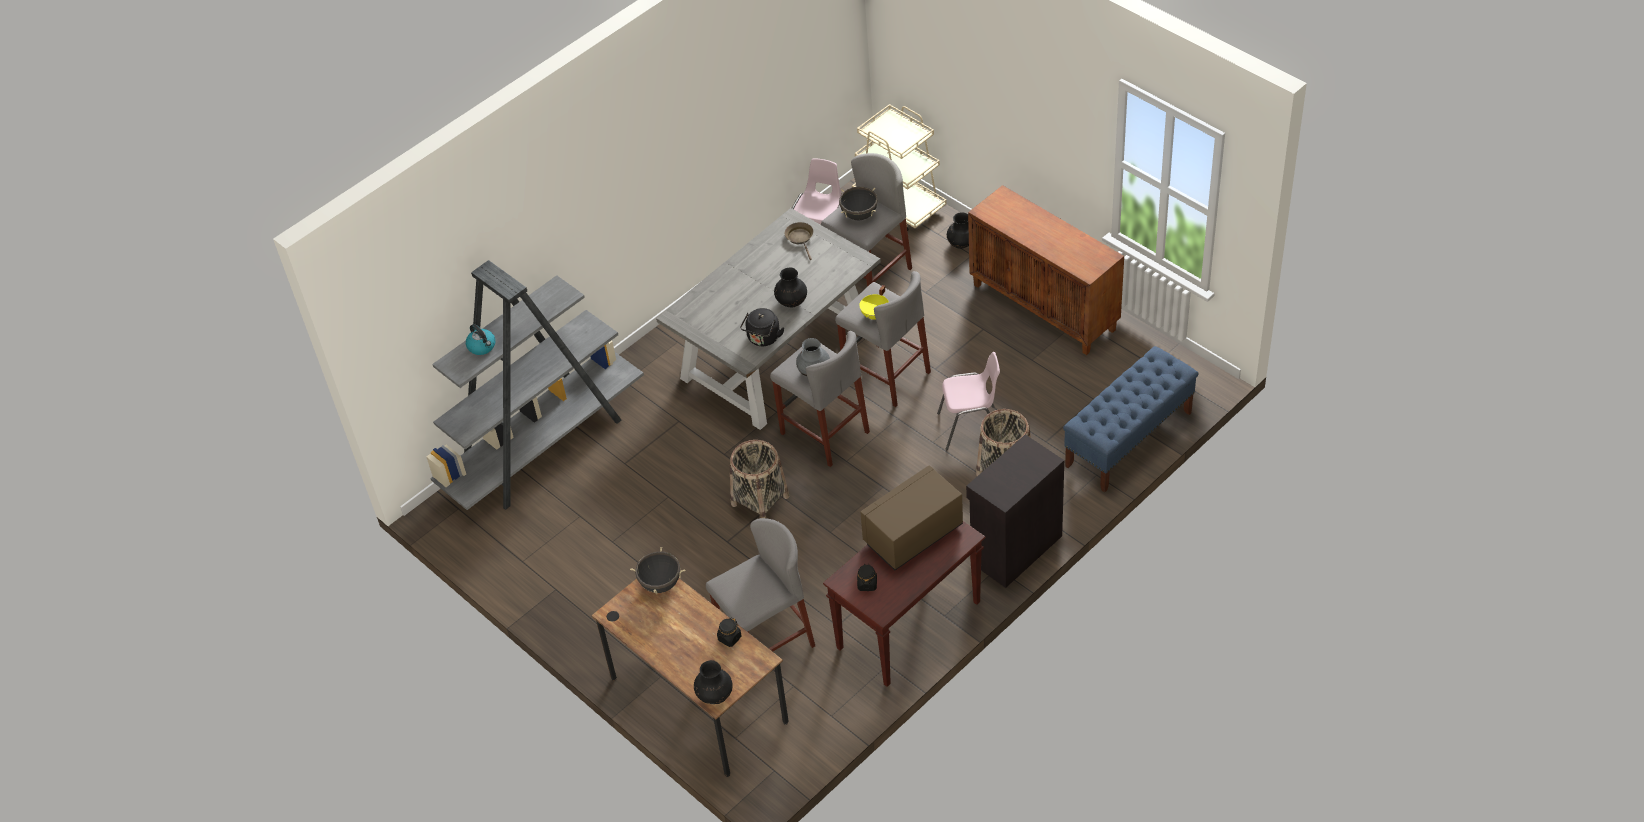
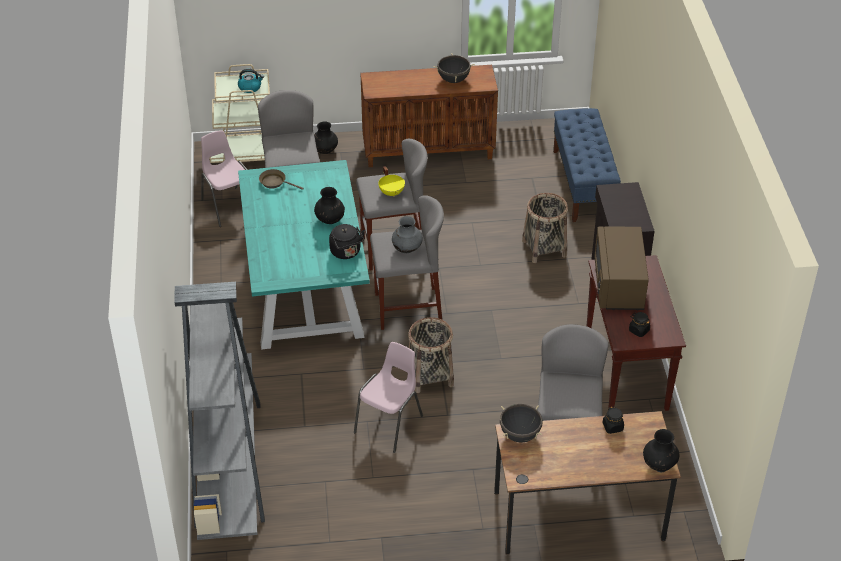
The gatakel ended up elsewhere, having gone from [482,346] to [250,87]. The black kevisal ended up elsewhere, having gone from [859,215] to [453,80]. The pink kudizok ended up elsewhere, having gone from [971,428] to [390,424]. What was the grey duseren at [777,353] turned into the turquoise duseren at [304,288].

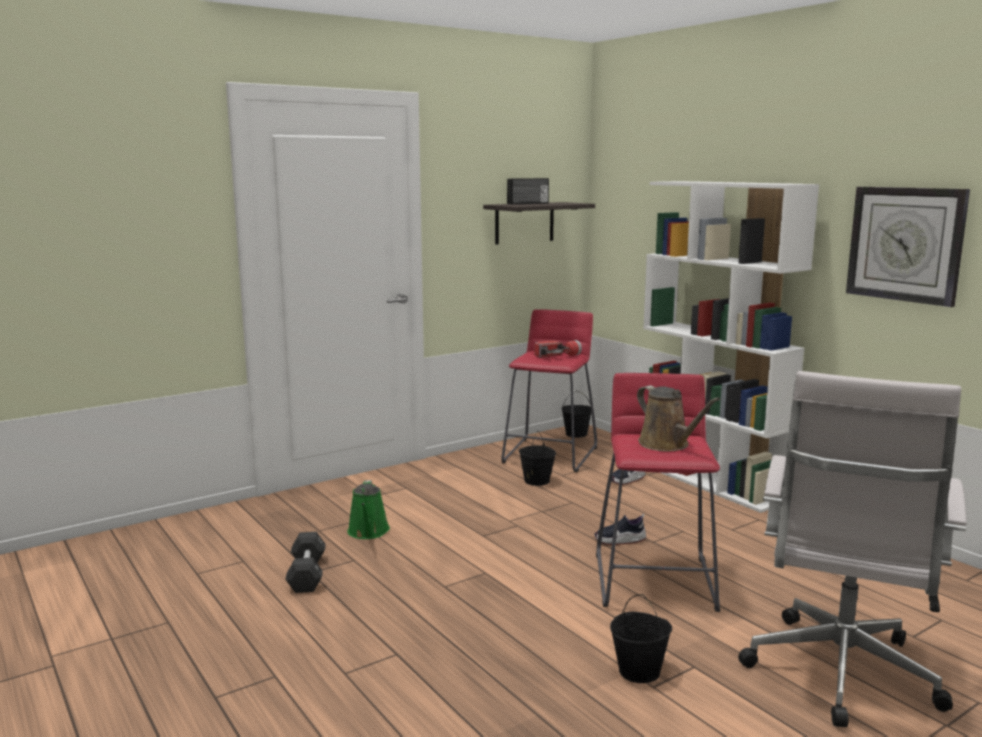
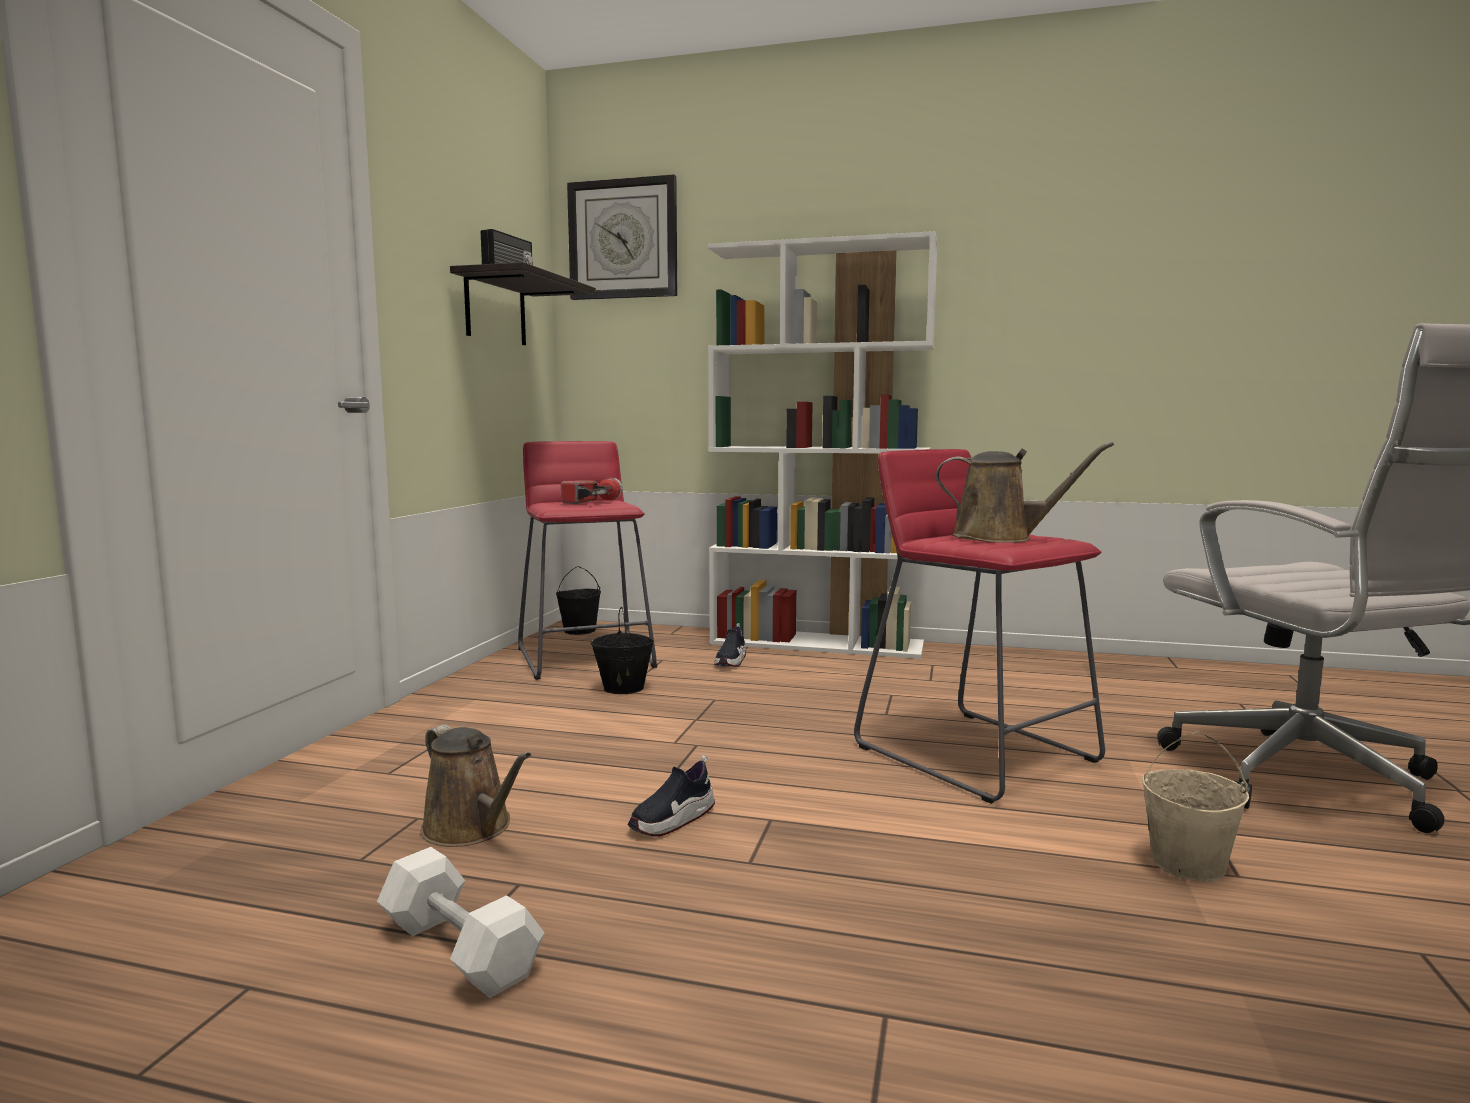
The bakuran ended up elsewhere, having gone from [620,540] to [672,820]. The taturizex ended up elsewhere, having gone from [905,244] to [623,239]. What was the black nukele at [307,574] turned into the white nukele at [459,949]. What was the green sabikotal at [368,532] turned into the brown sabikotal at [471,829]. What was the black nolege at [640,671] turned into the beige nolege at [1188,864].

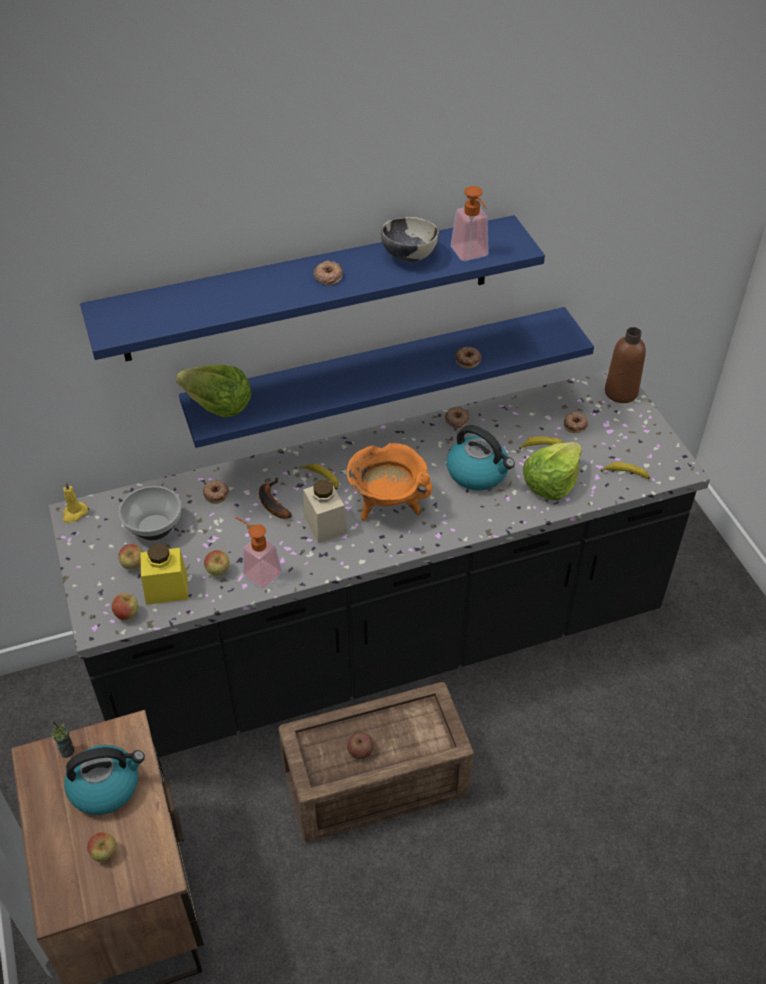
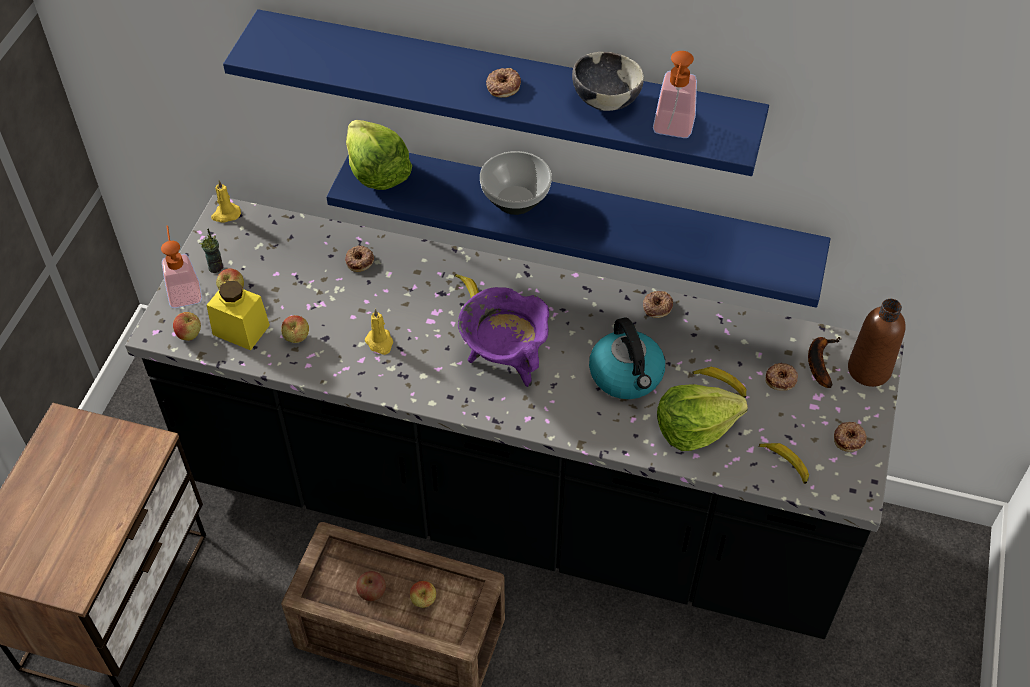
The second view lost the gatakel at [106,786]. The second view lost the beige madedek at [325,524]. The second view gained the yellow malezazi at [380,343]. The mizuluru ended up elsewhere, having gone from [67,750] to [216,267]. The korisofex ended up elsewhere, having gone from [104,854] to [423,601]. The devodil ended up elsewhere, having gone from [154,527] to [516,200]. The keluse ended up elsewhere, having gone from [257,571] to [184,290]. The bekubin ended up elsewhere, having gone from [271,502] to [819,361]. The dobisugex ended up elsewhere, having gone from [468,359] to [849,439]. What was the orange kevisal at [388,506] turned into the purple kevisal at [505,361].

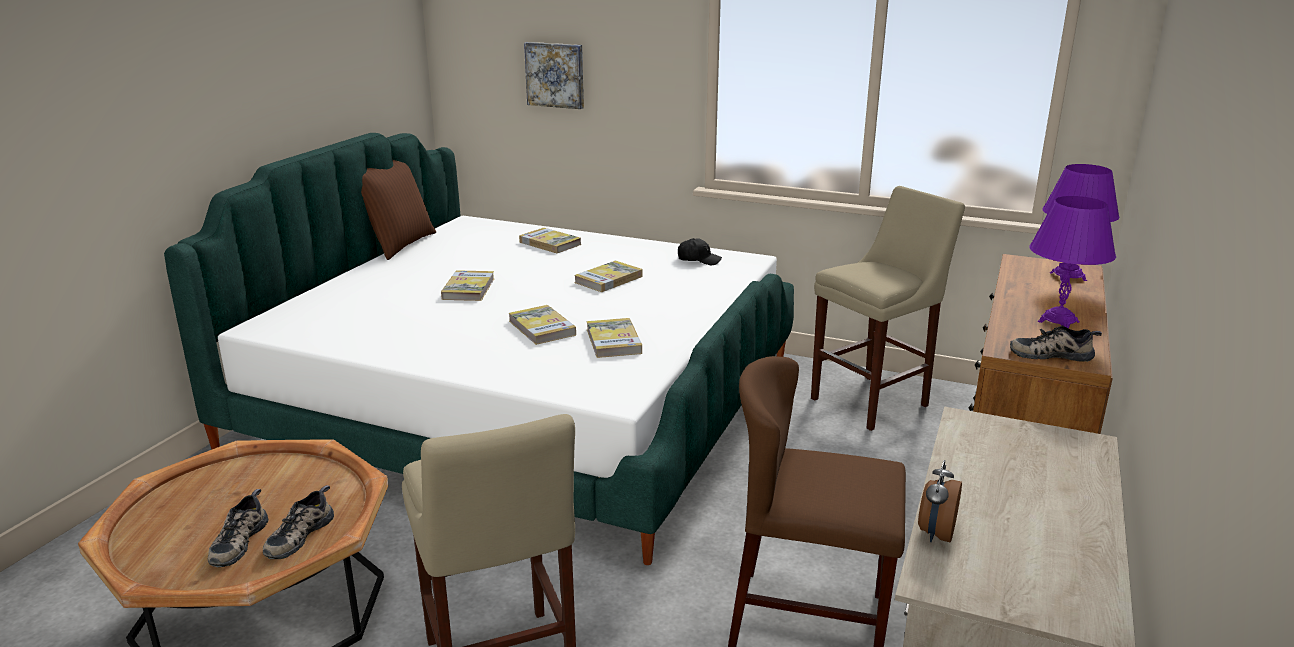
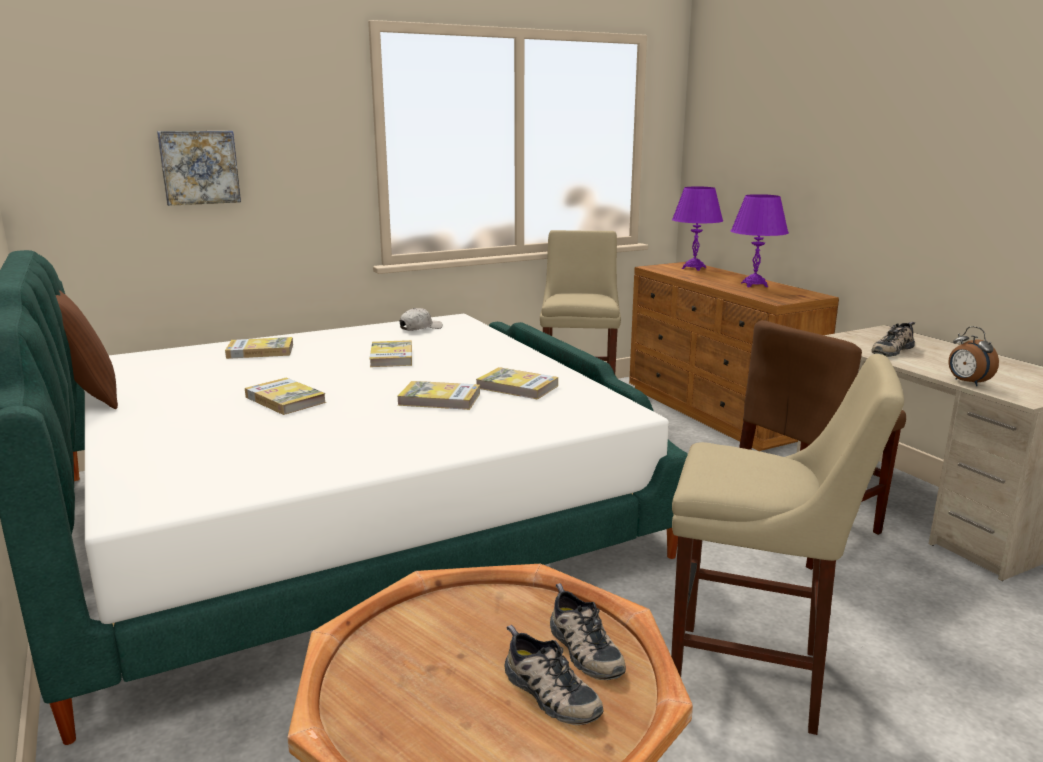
The bakuran ended up elsewhere, having gone from [1051,354] to [891,349]. What was the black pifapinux at [698,259] turned into the white pifapinux at [420,328].

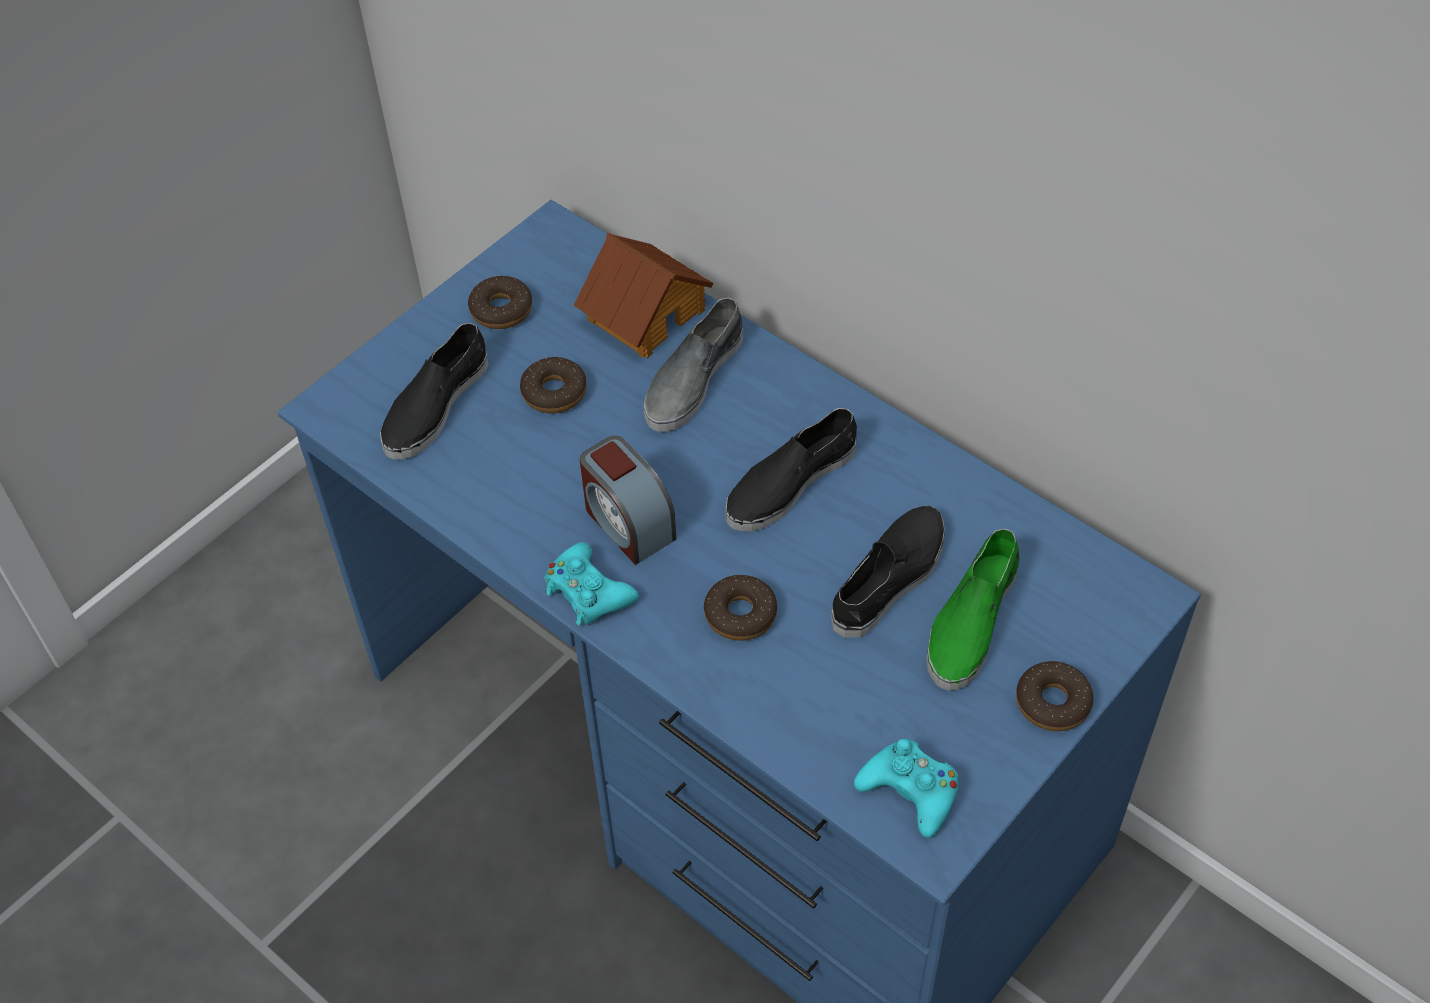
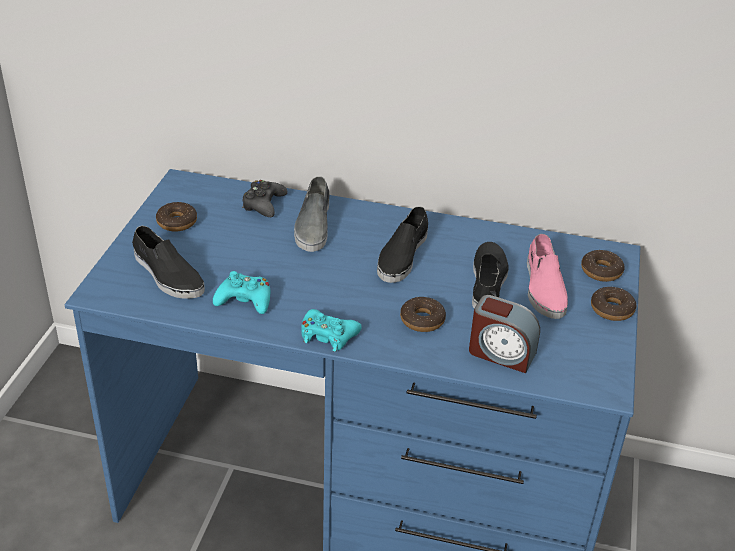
The dobisugex ended up elsewhere, having gone from [554,392] to [601,271]. The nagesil ended up elsewhere, having gone from [627,523] to [501,353]. The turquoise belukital ended up elsewhere, having gone from [910,791] to [245,300]. Where the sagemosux stood at [644,313], the black belukital came to stand at [263,204]. What was the green bakuran at [971,621] turned into the pink bakuran at [543,288]. The black bakuran at [435,405] ended up facing another way, 45 degrees counterclockwise from before.

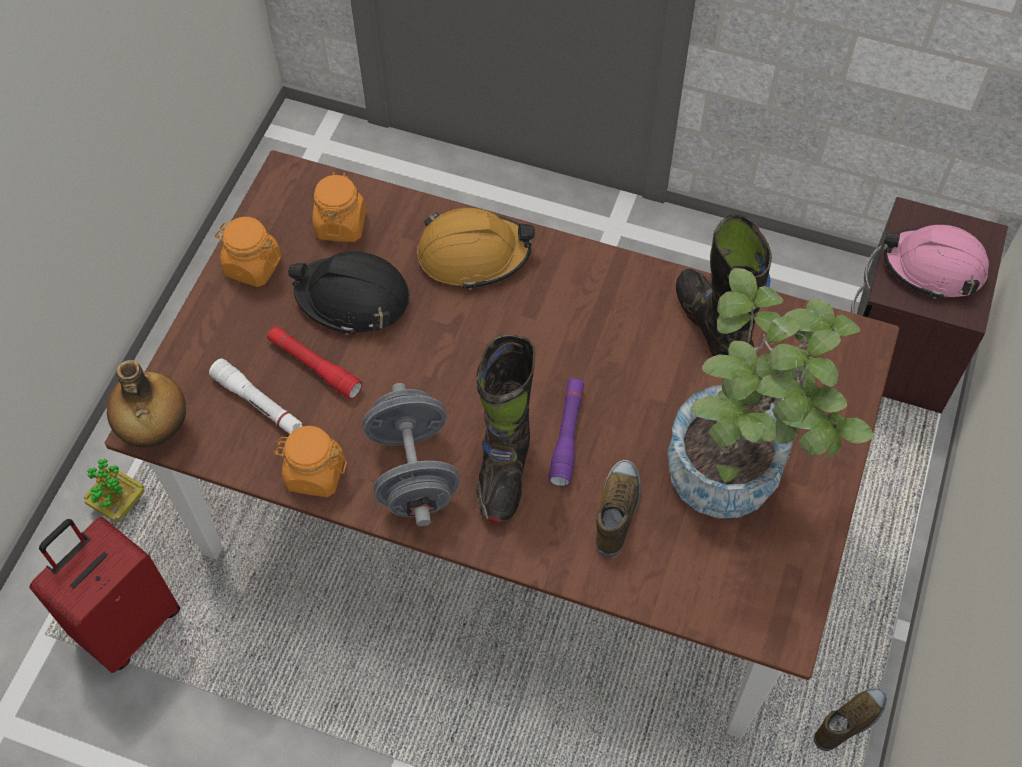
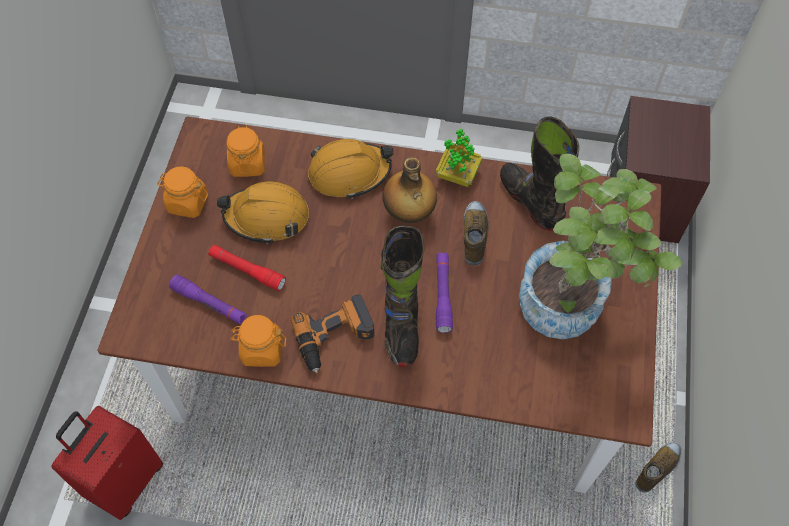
The second view lost the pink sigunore at [933,267]. The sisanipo ended up elsewhere, having gone from [119,502] to [458,174]. The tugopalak ended up elsewhere, having gone from [155,431] to [408,214]. The bakuran ended up elsewhere, having gone from [617,511] to [475,236]. Where the grey nukele stood at [413,471], the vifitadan came to stand at [335,338]. What was the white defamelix at [258,403] turned into the purple defamelix at [209,304]. What was the black sigunore at [353,299] turned into the orange sigunore at [267,217].

